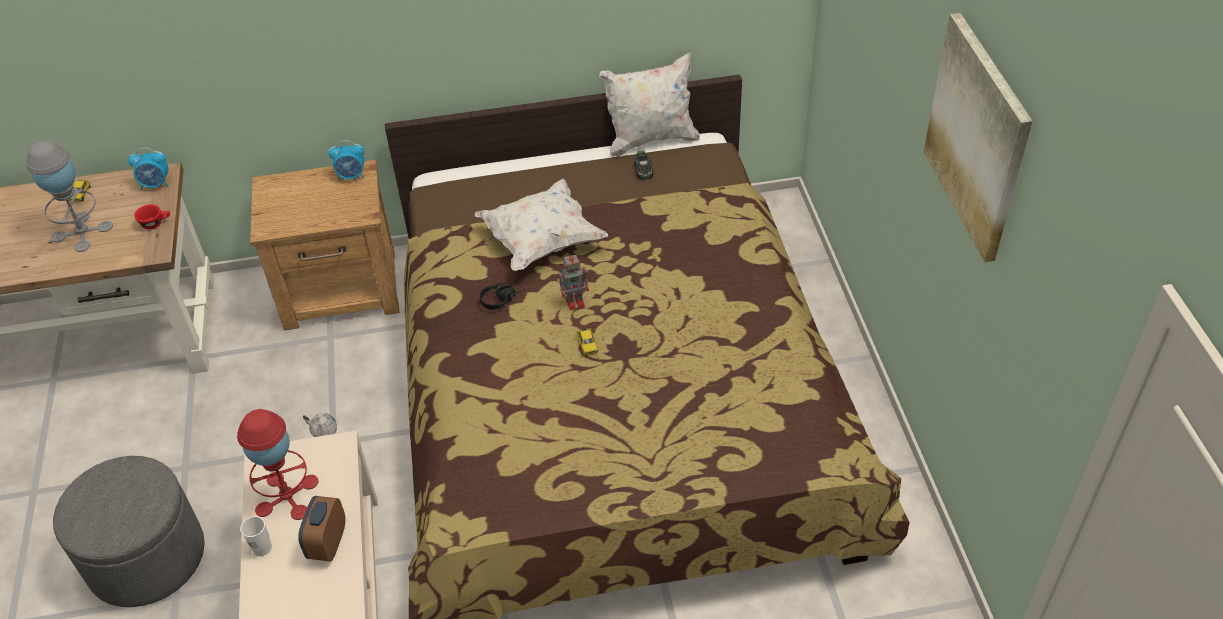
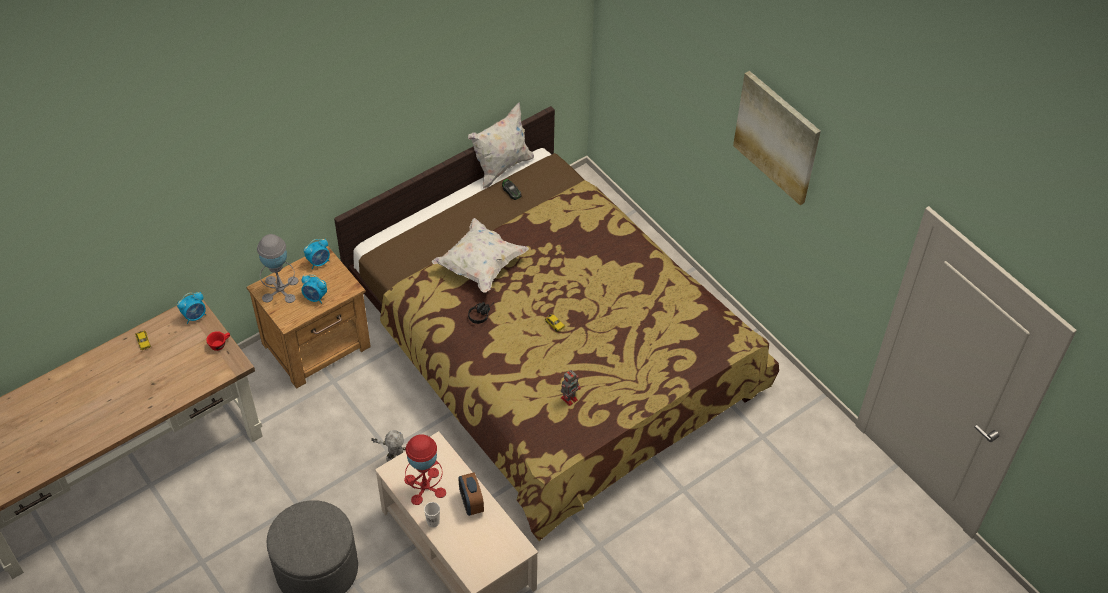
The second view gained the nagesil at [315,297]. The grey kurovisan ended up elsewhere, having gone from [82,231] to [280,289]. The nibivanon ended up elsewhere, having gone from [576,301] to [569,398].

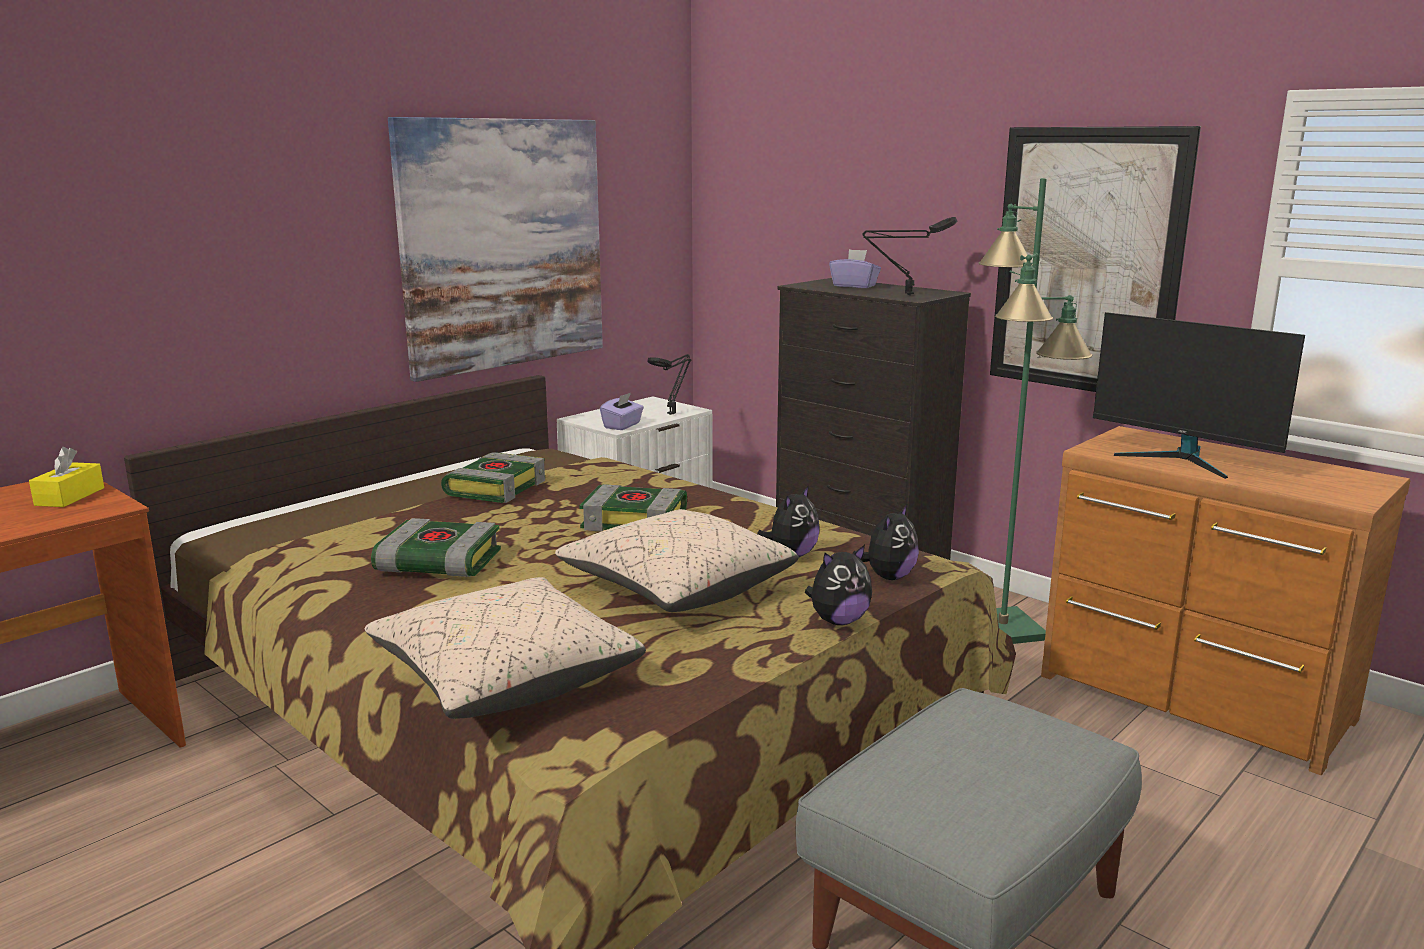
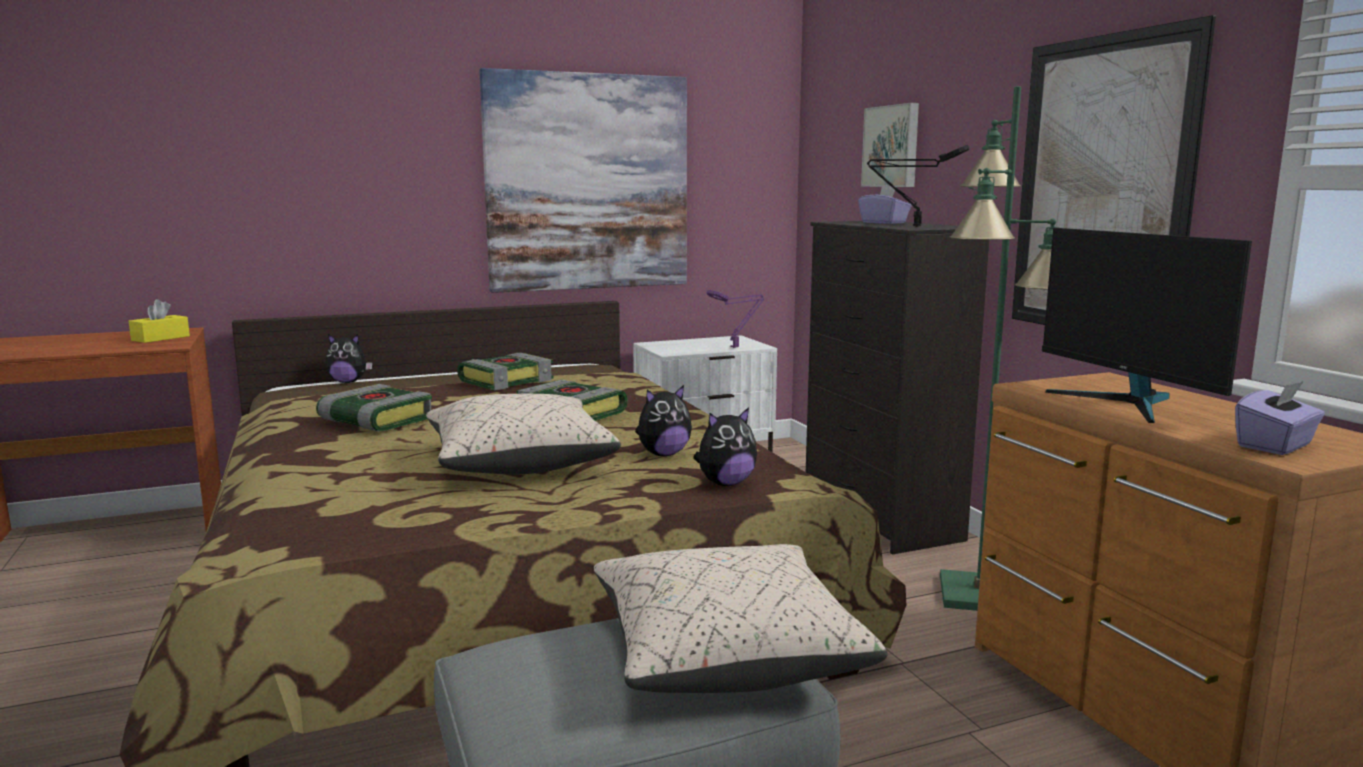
The second view gained the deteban at [892,146]. The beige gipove ended up elsewhere, having gone from [505,677] to [726,652]. The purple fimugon ended up elsewhere, having gone from [622,426] to [1275,446]. The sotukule ended up elsewhere, having gone from [838,621] to [348,382]. What was the black kurovisan at [672,413] turned into the purple kurovisan at [736,347].

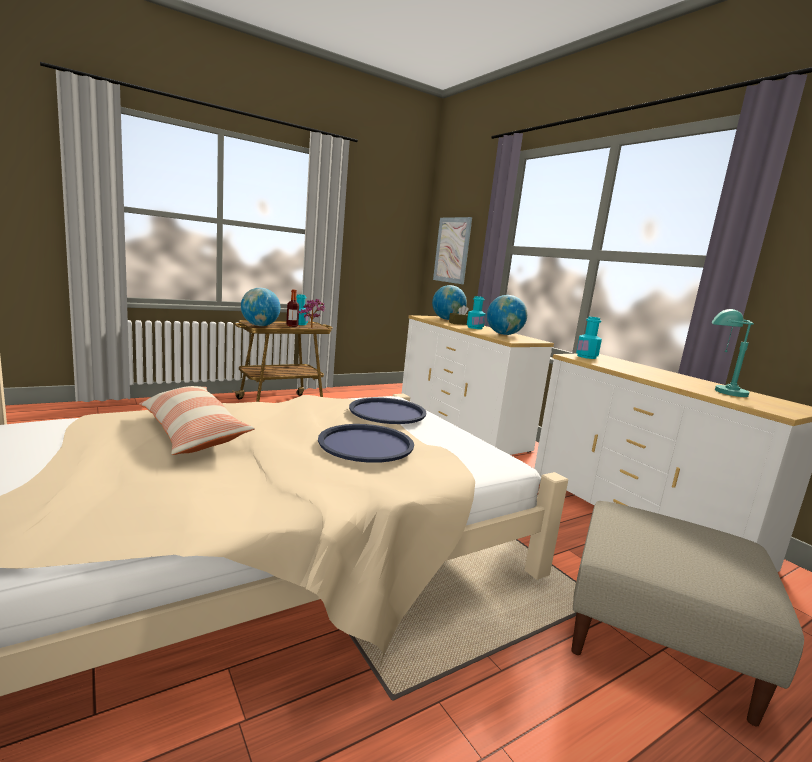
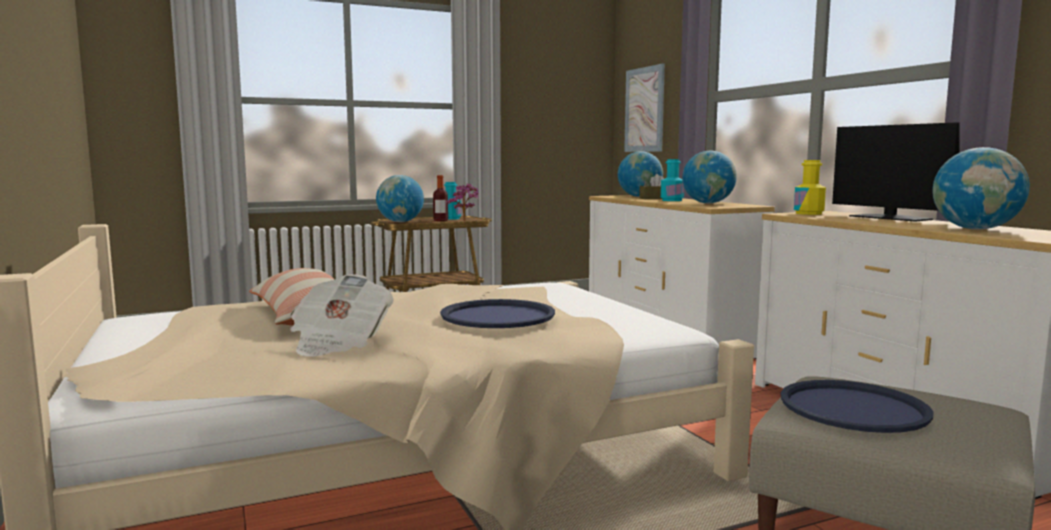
The second view gained the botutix at [339,342]. The second view gained the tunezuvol at [889,218]. The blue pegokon ended up elsewhere, having gone from [387,412] to [853,408]. Where the turquoise kurovisan stood at [719,391], the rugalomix came to stand at [975,229]. What was the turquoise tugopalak at [586,357] turned into the yellow tugopalak at [808,213].

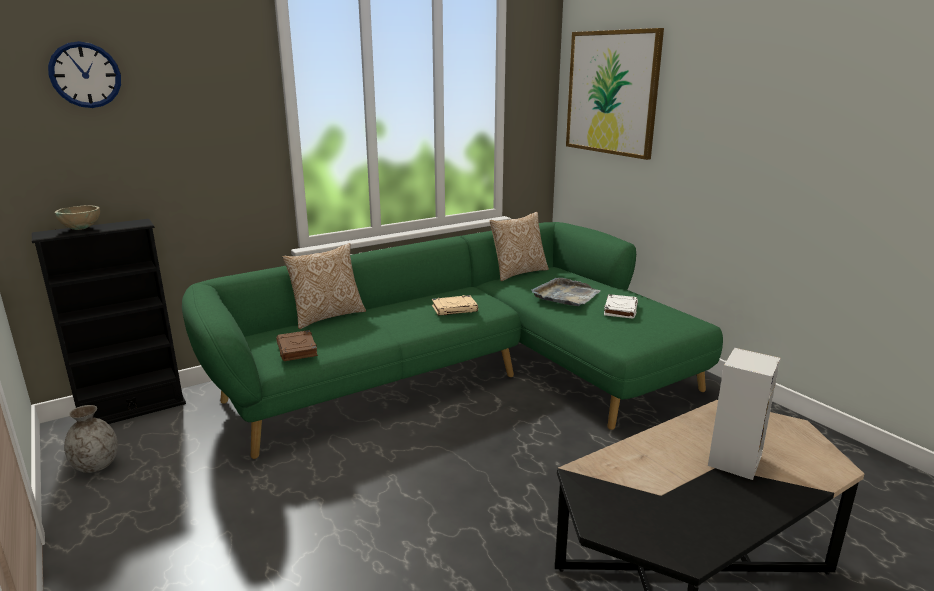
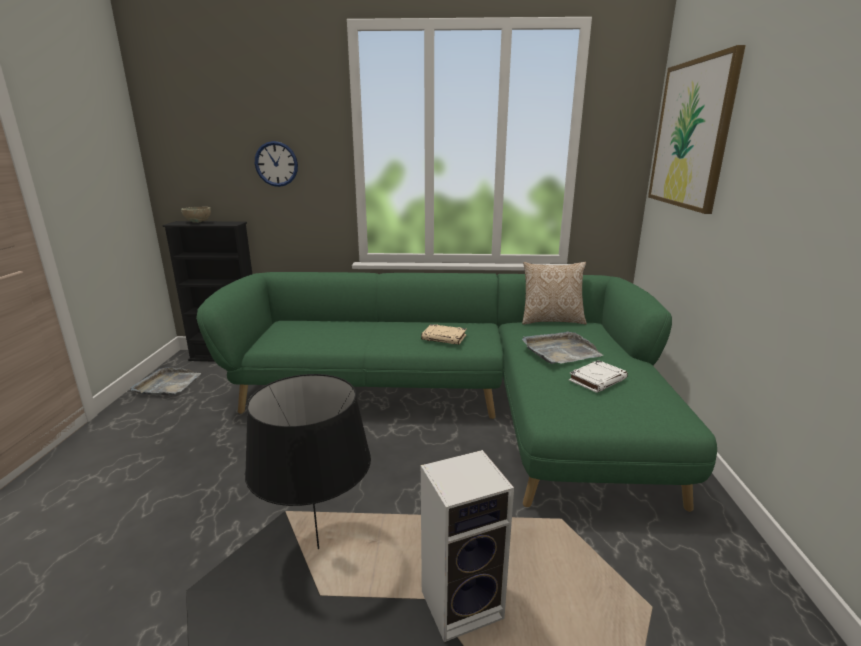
The second view lost the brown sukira at [297,349]. The second view lost the gipove at [327,316]. The second view gained the black kurovisan at [318,548]. The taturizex ended up elsewhere, having gone from [85,75] to [276,164]. Where the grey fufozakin stood at [96,466], the grey pegokon came to stand at [167,384].

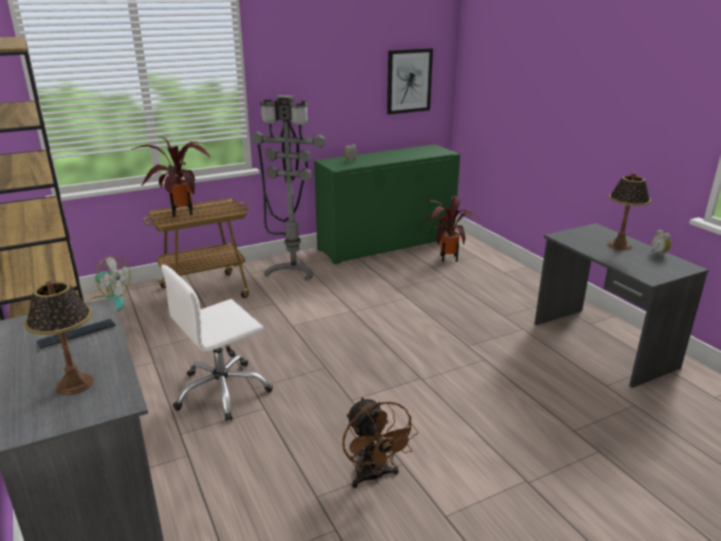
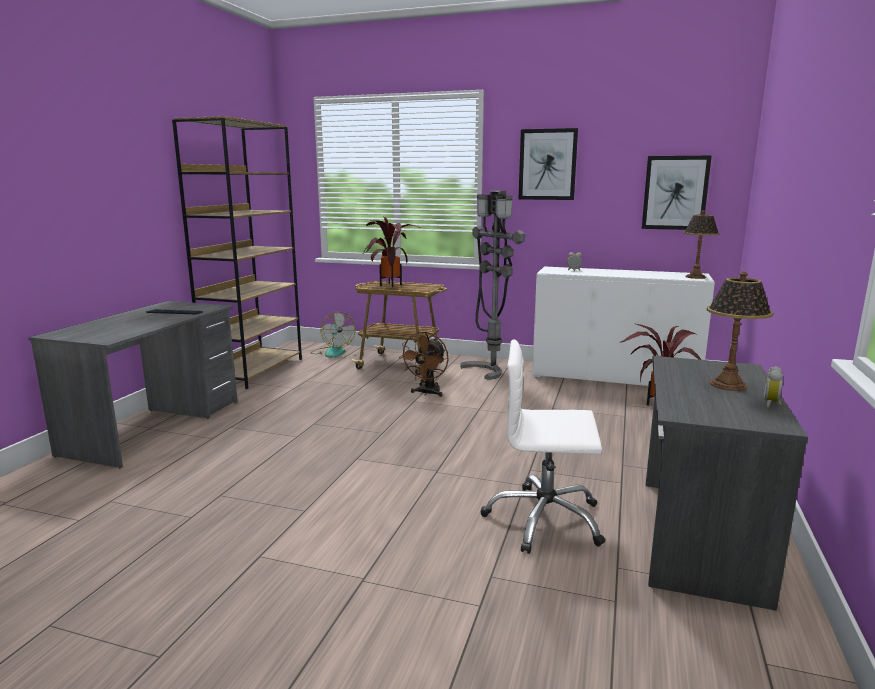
The second view gained the deteban at [547,164]. The kurovisan ended up elsewhere, having gone from [75,384] to [696,277]. The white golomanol ended up elsewhere, having gone from [222,391] to [544,520]. The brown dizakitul ended up elsewhere, having gone from [373,477] to [427,393]. What was the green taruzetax at [386,244] turned into the white taruzetax at [614,377].

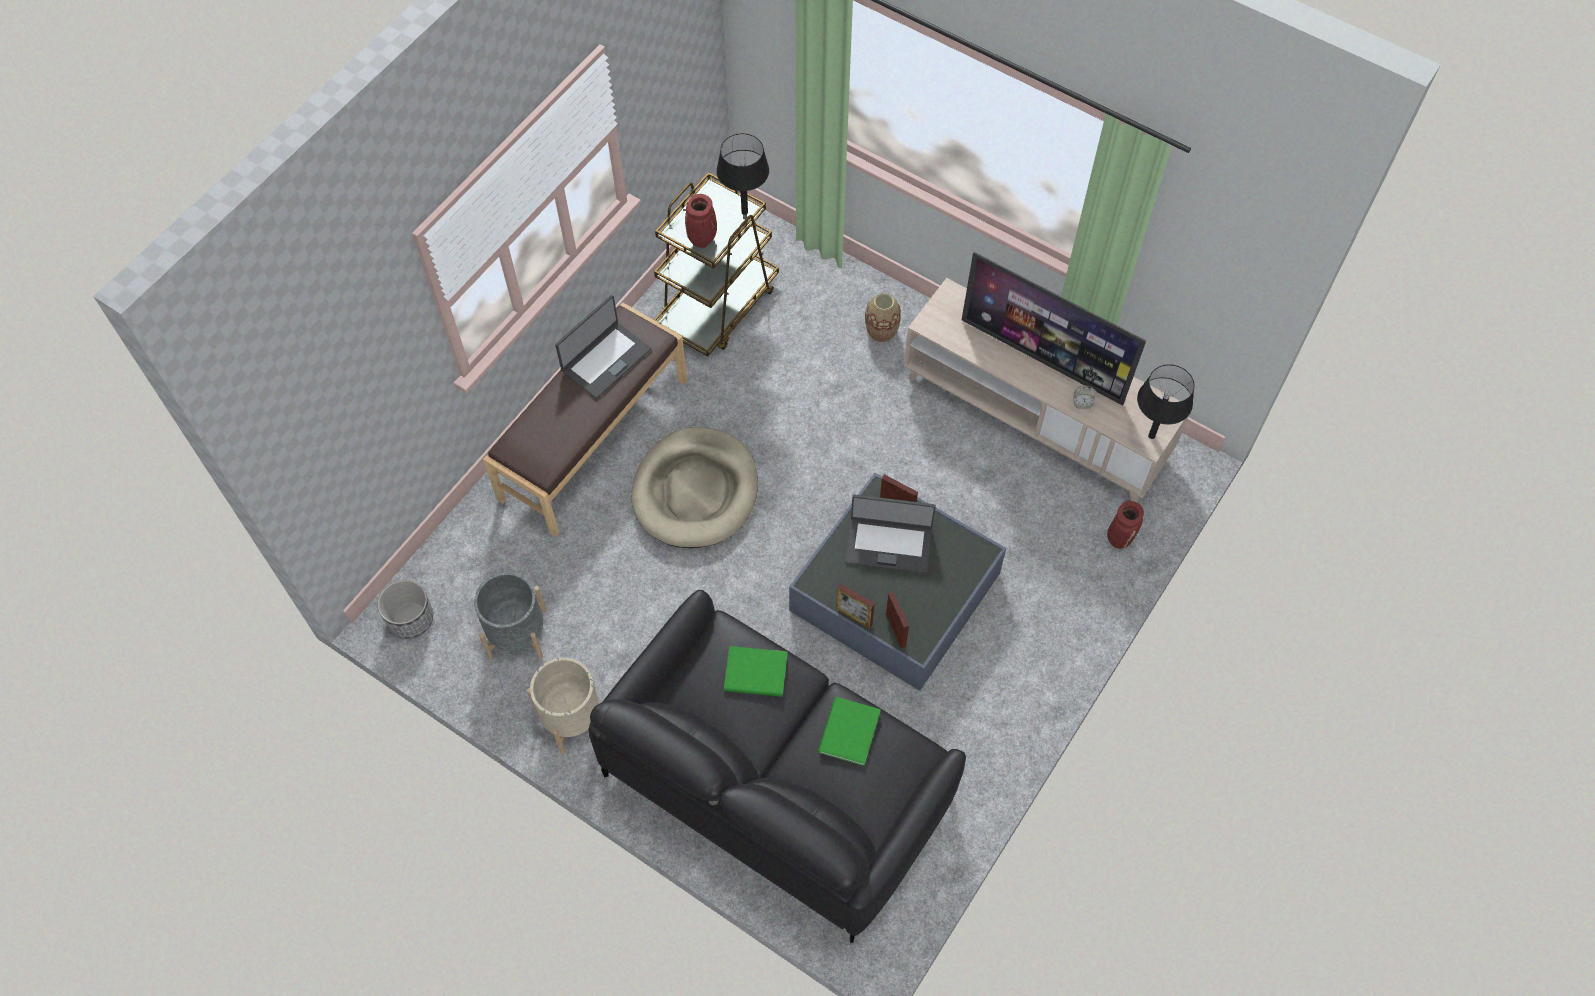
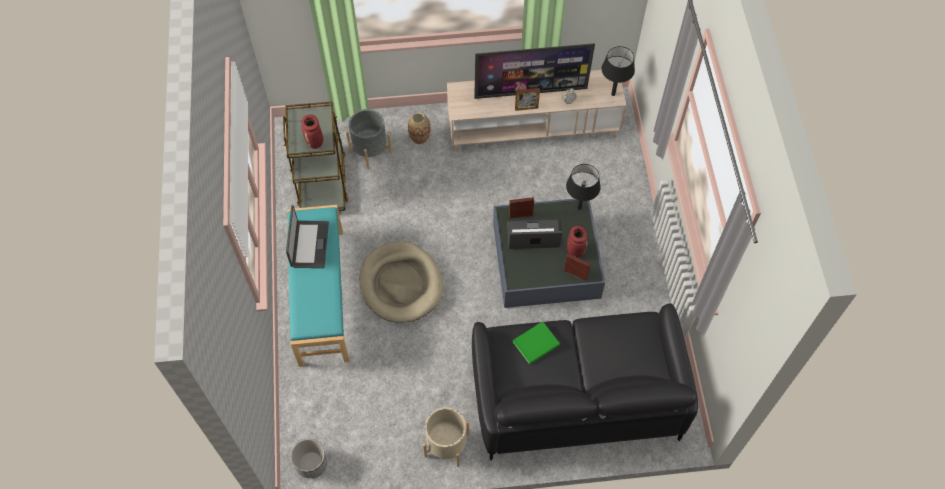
The second view lost the green sukira at [847,733]. The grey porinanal ended up elsewhere, having gone from [517,634] to [370,151]. The black kurovisan ended up elsewhere, having gone from [745,212] to [579,208]. The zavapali ended up elsewhere, having gone from [854,617] to [526,108]. The red fufozakin ended up elsewhere, having gone from [1119,538] to [574,251]. What was the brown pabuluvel at [593,438] turned into the turquoise pabuluvel at [320,296]. The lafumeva at [888,544] ended up facing another way, 150 degrees counterclockwise from before.

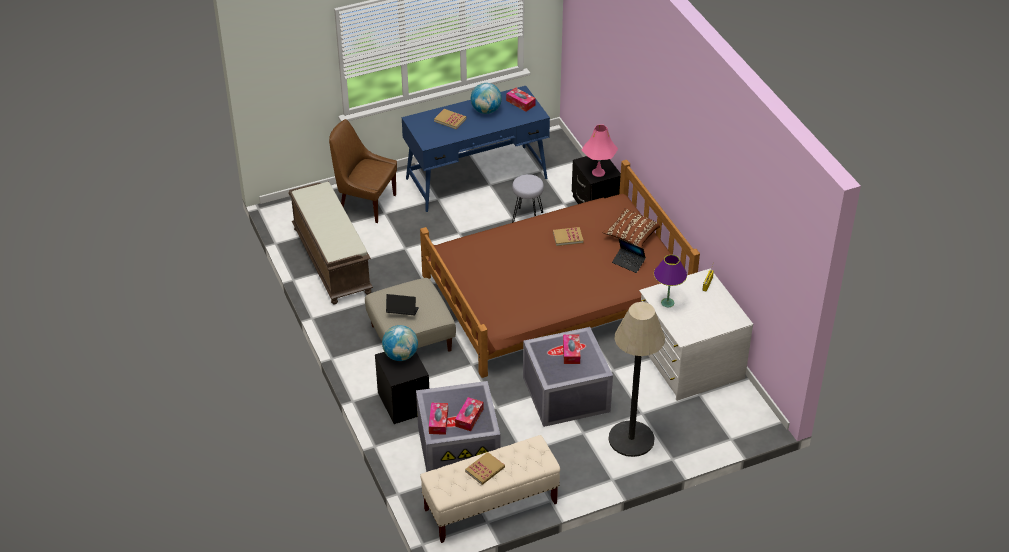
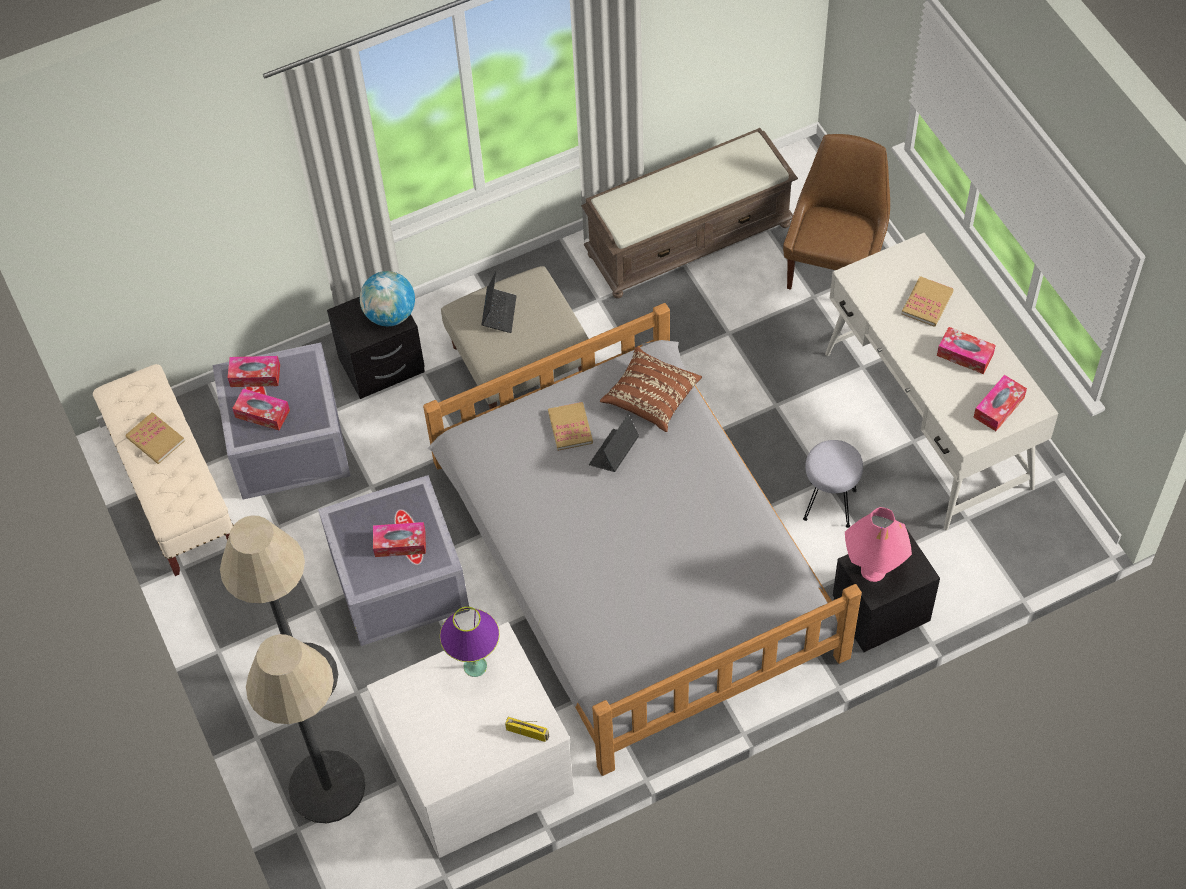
The second view gained the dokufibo at [327,787]. The sukira ended up elsewhere, having gone from [567,237] to [570,427]. The brown gipove ended up elsewhere, having gone from [632,235] to [651,397]. The lafumeva ended up elsewhere, having gone from [628,262] to [614,453]. Where the rugalomix stood at [486,110], the fimugon came to stand at [965,355]. What was the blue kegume at [477,178] turned into the white kegume at [927,420]. What was the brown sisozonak at [555,294] turned into the grey sisozonak at [633,556].

